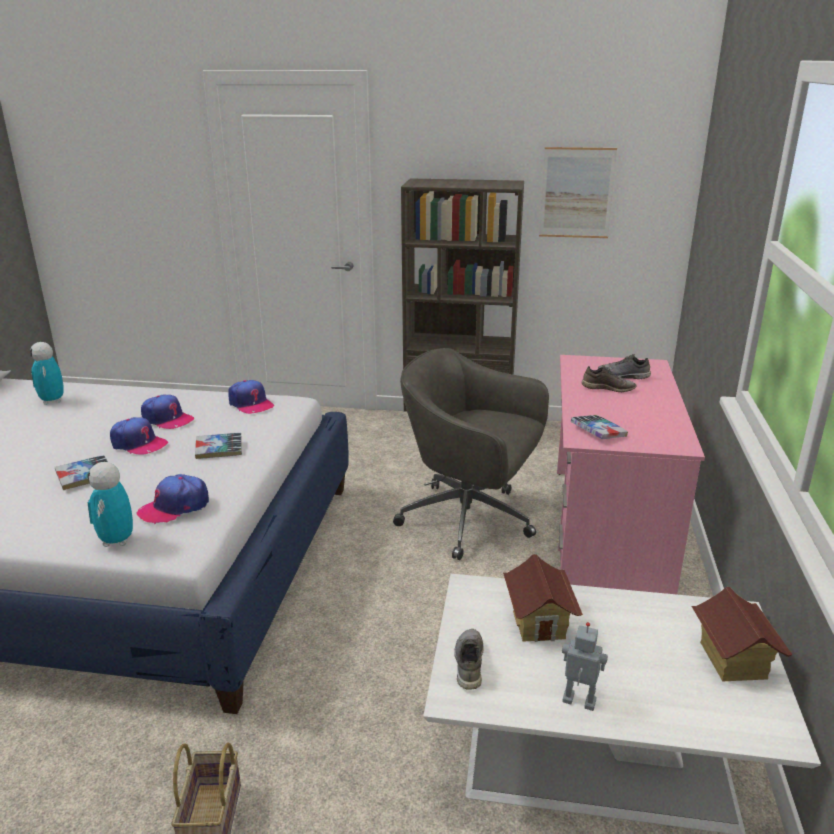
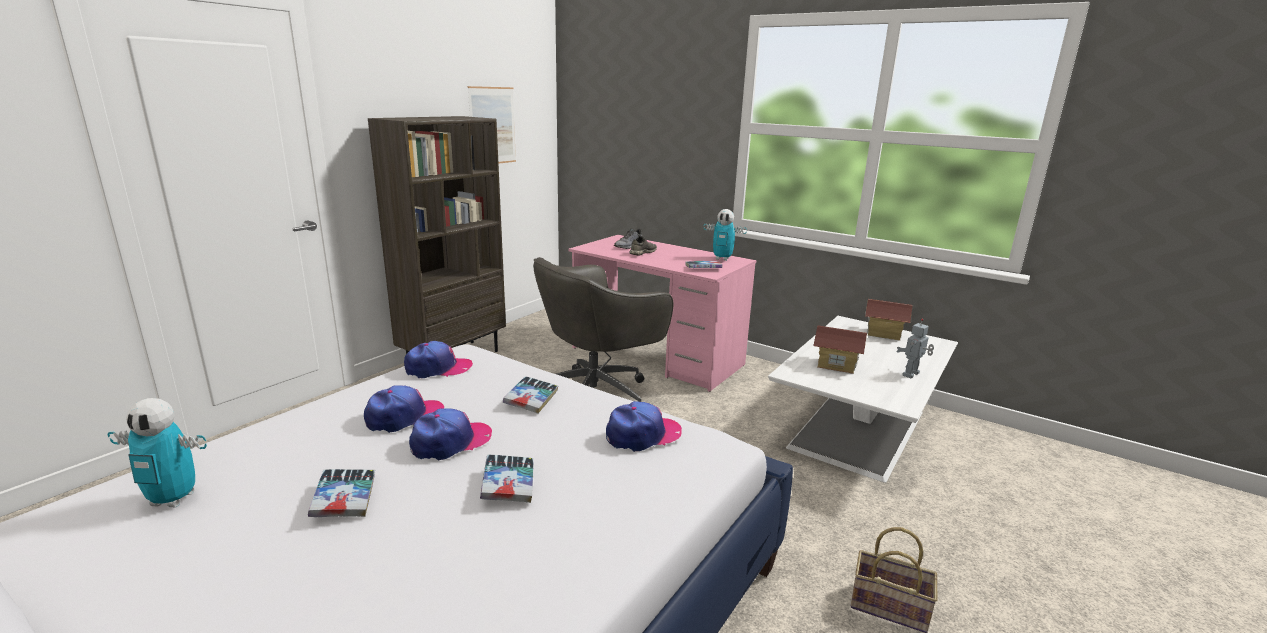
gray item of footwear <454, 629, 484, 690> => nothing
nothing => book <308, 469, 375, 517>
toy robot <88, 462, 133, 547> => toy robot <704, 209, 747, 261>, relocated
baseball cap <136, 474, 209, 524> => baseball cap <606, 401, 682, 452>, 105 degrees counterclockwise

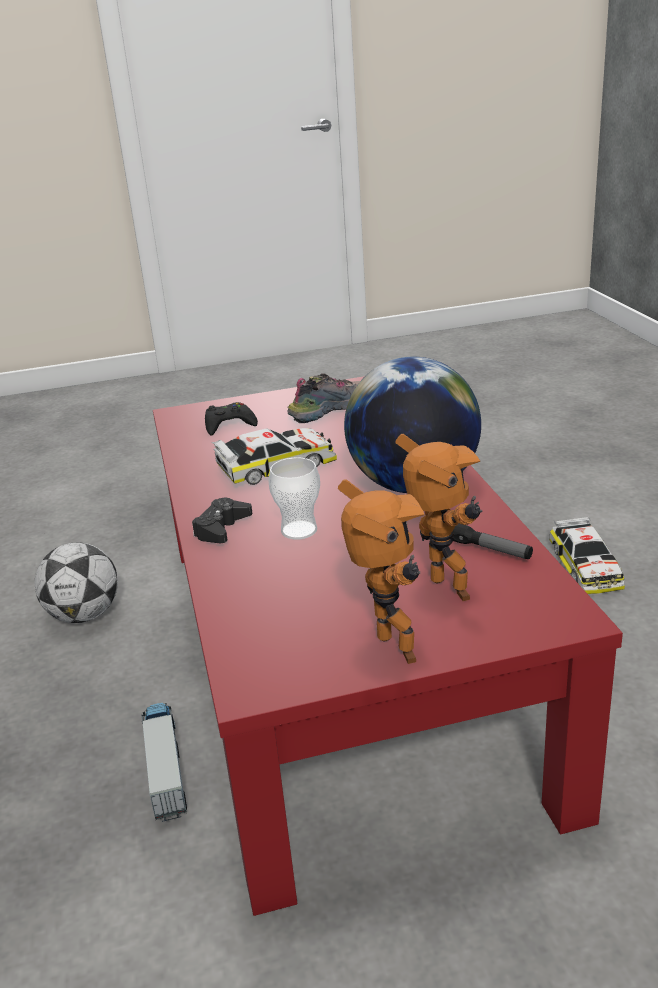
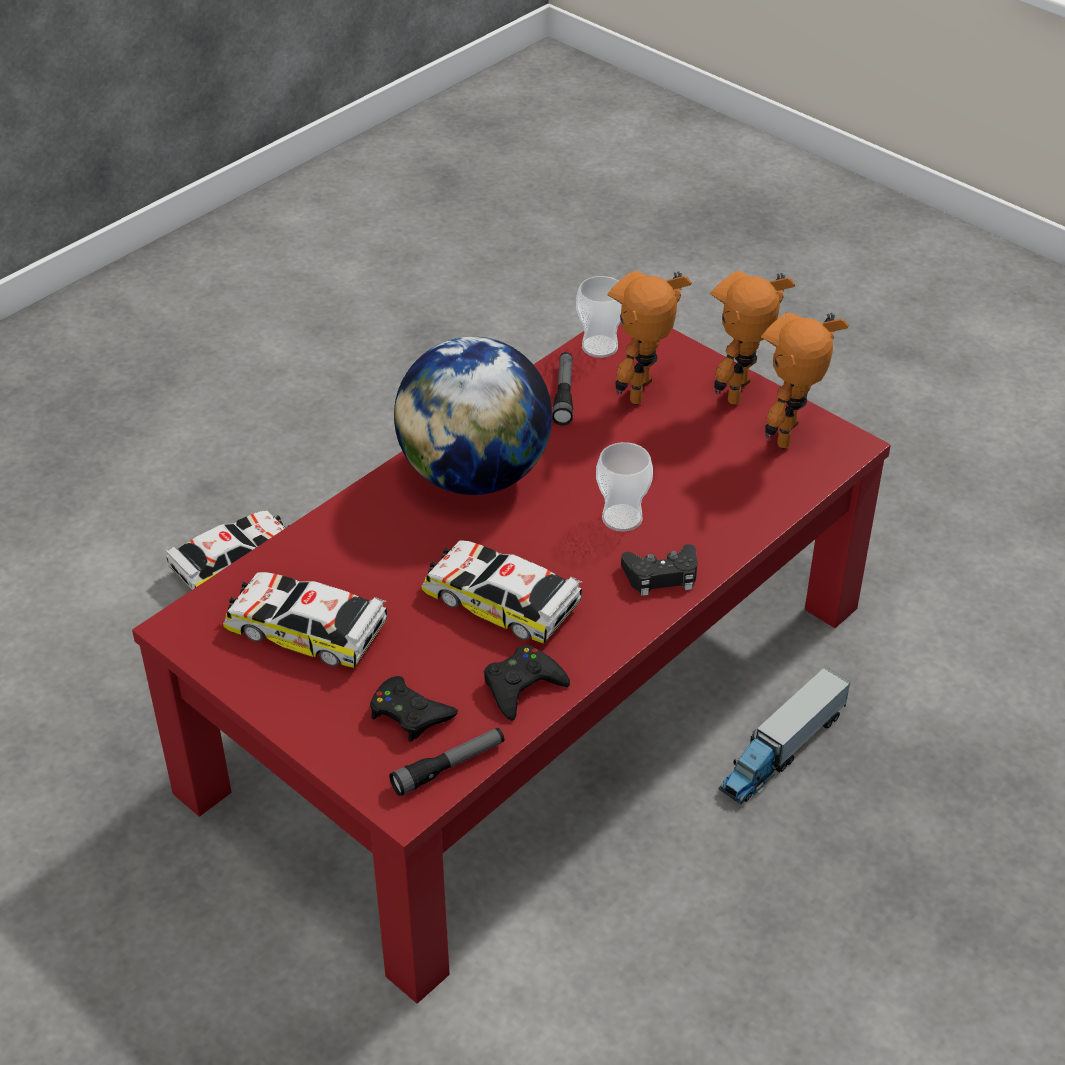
ball for football <34, 542, 118, 623> => nothing
nothing => torch <389, 728, 504, 796>
nothing => black game controller <484, 645, 570, 721>
nothing => small cup <576, 276, 622, 358>
nothing => toy robot <761, 312, 849, 449>
item of footwear <287, 373, 360, 423> => toy car <223, 572, 387, 668>

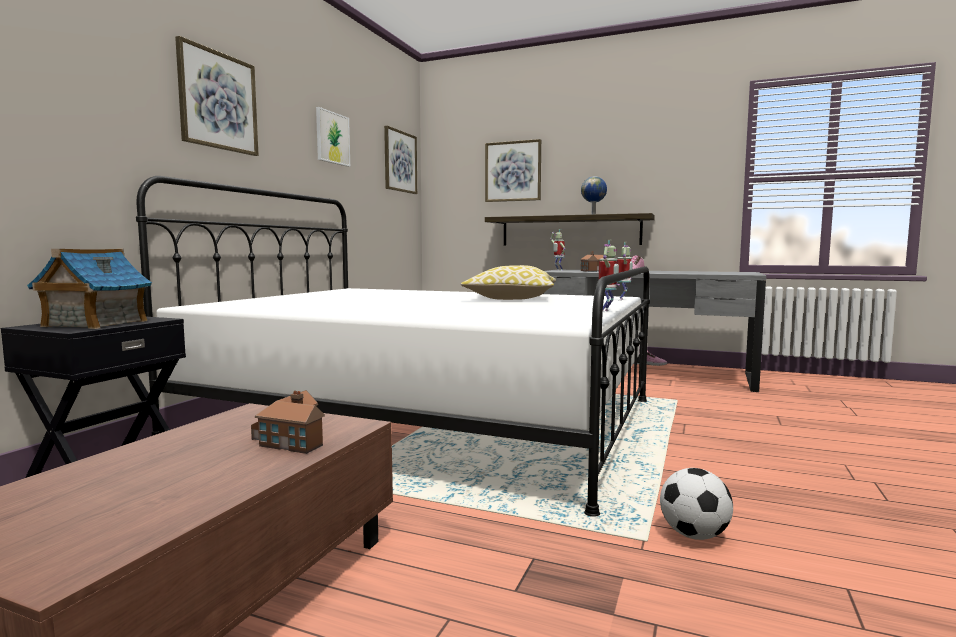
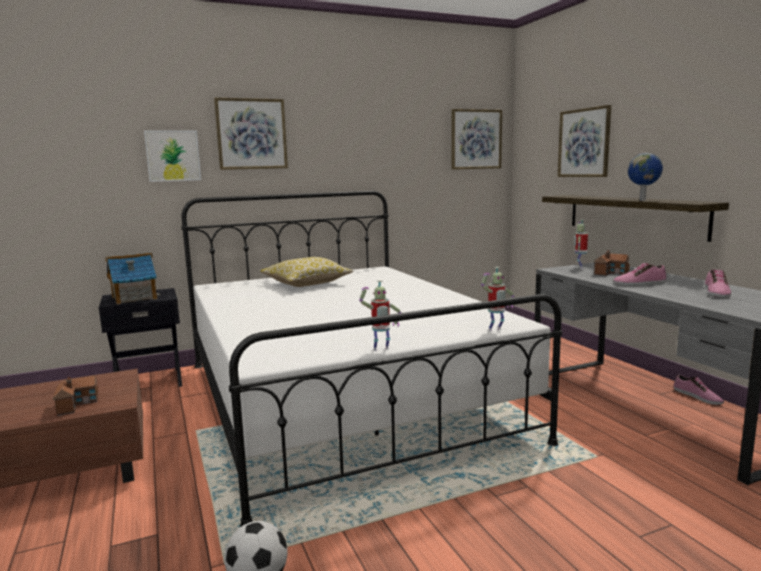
nothing => item of footwear <705, 269, 731, 298>
wall picture <316, 107, 350, 167> => wall picture <144, 130, 201, 182>, relocated
pillow <461, 265, 556, 300> => pillow <260, 257, 353, 287>, relocated

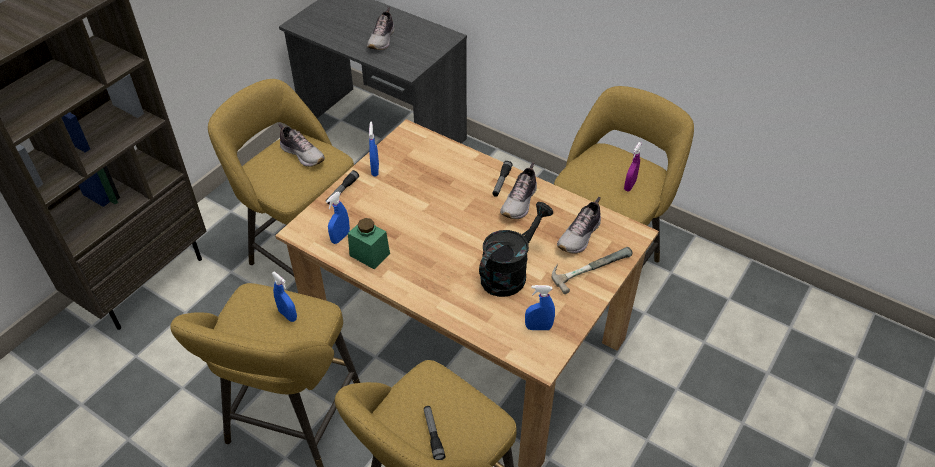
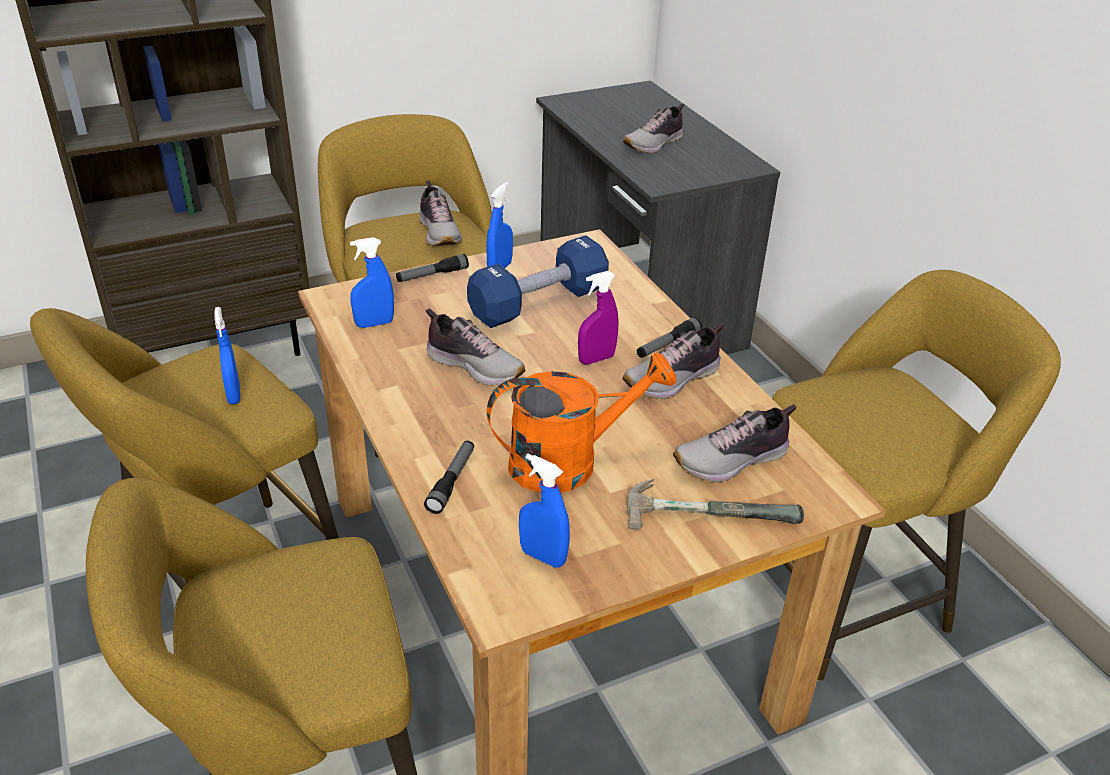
green-coloured preserve jar <348, 218, 390, 269> => nothing
nothing => item of footwear <426, 308, 526, 386>
nothing => blue free weight <467, 235, 609, 328>
torch <424, 406, 446, 460> => torch <424, 441, 474, 514>, relocated
purple-coloured spray bottle <624, 142, 642, 192> => purple-coloured spray bottle <578, 271, 618, 365>, relocated
black watering pot <479, 202, 553, 297> => orangey watering pot <487, 352, 676, 493>

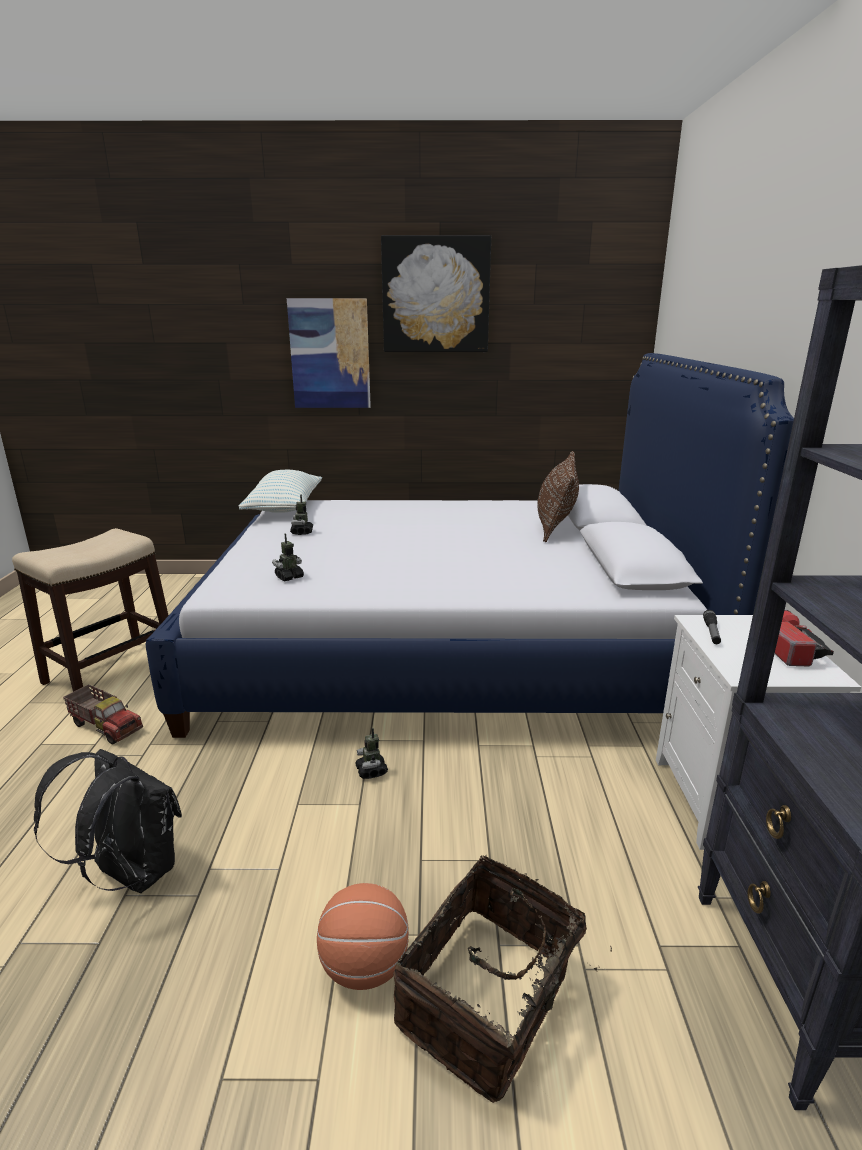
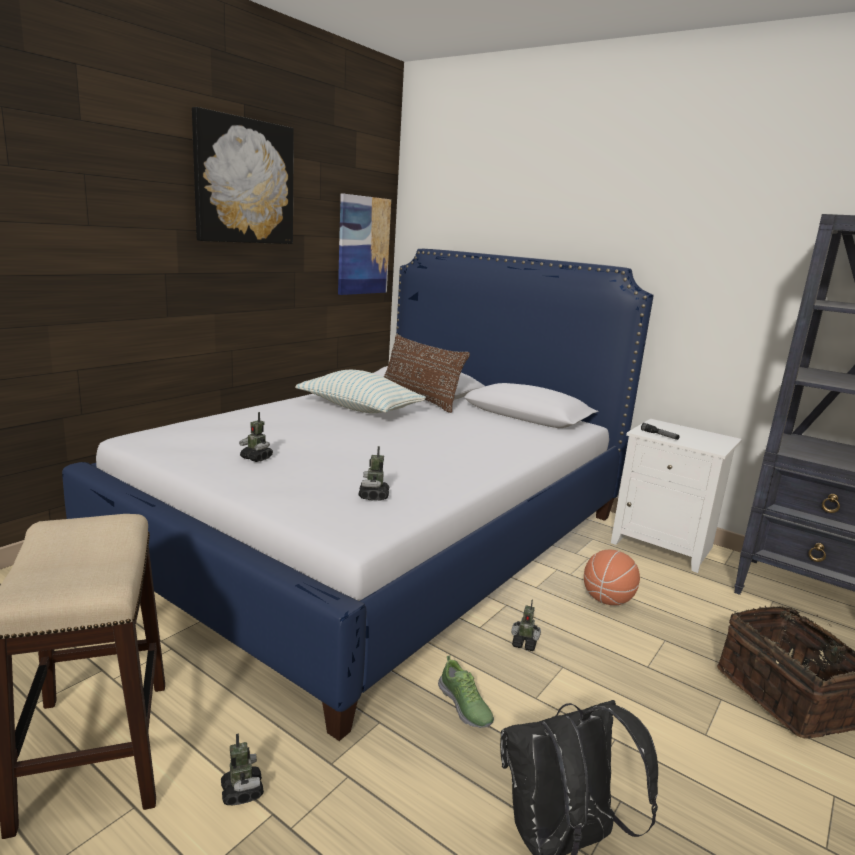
torch <775, 609, 834, 667> => nothing
nothing => item of footwear <438, 656, 494, 728>
pillow <239, 470, 322, 513> => pillow <295, 370, 426, 414>, relocated
wall picture <287, 298, 371, 408> => wall picture <338, 193, 391, 295>, relocated
basketball <317, 883, 409, 990> => basketball <584, 550, 640, 605>, relocated
toy truck <63, 684, 143, 744> => toy robot <221, 734, 264, 805>

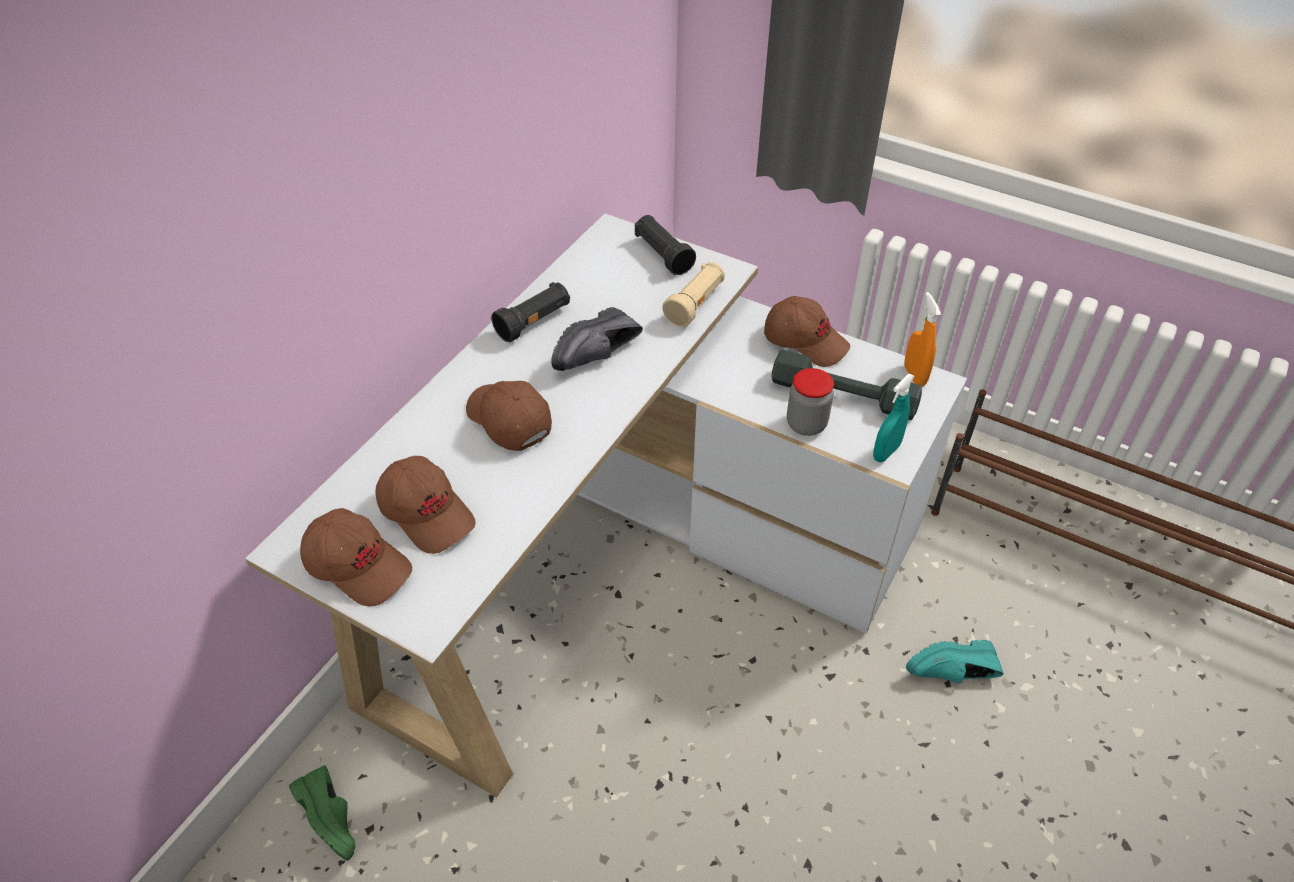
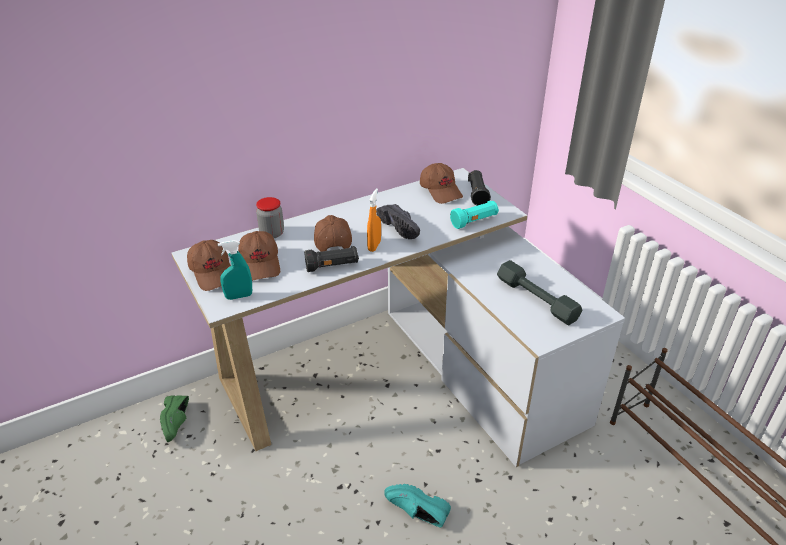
black torch <491, 282, 570, 342> => black torch <304, 246, 359, 272>, relocated
brown baseball cap <764, 296, 850, 367> => brown baseball cap <420, 163, 463, 204>, relocated
preserve jar <787, 368, 834, 436> => preserve jar <256, 197, 284, 238>, relocated
turquoise spray bottle <873, 374, 914, 462> => turquoise spray bottle <218, 240, 252, 300>, relocated
orangey spray bottle <904, 292, 941, 387> => orangey spray bottle <367, 189, 381, 252>, relocated
turquoise item of footwear <906, 640, 1003, 684> => turquoise item of footwear <384, 484, 451, 527>, relocated
beige torch <662, 262, 725, 327> => turquoise torch <450, 201, 499, 229>
black item of footwear <551, 307, 643, 371> => black item of footwear <376, 204, 420, 239>, 105 degrees counterclockwise

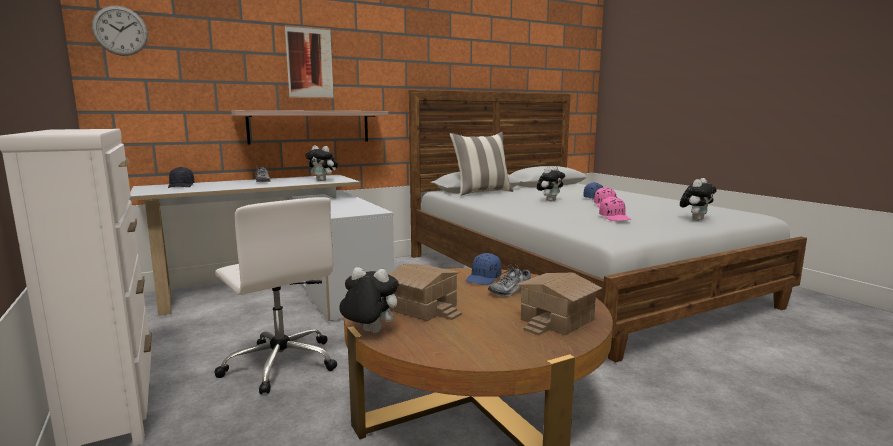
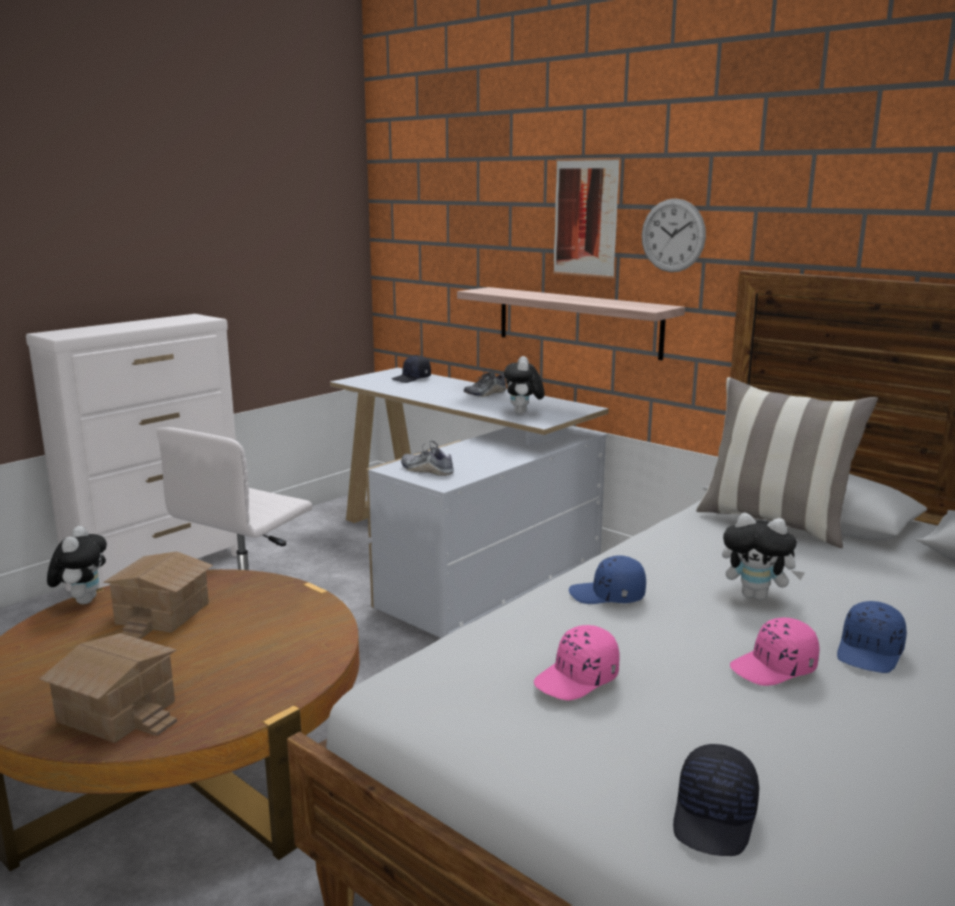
clock on the wall <92, 6, 148, 56> => clock on the wall <642, 198, 706, 272>, relocated
blue baseball cap <466, 253, 502, 285> => blue baseball cap <569, 555, 646, 604>, relocated
item of footwear <488, 264, 531, 297> => item of footwear <401, 441, 454, 476>, relocated
soft toy <680, 178, 717, 221> => black baseball cap <673, 744, 759, 856>

